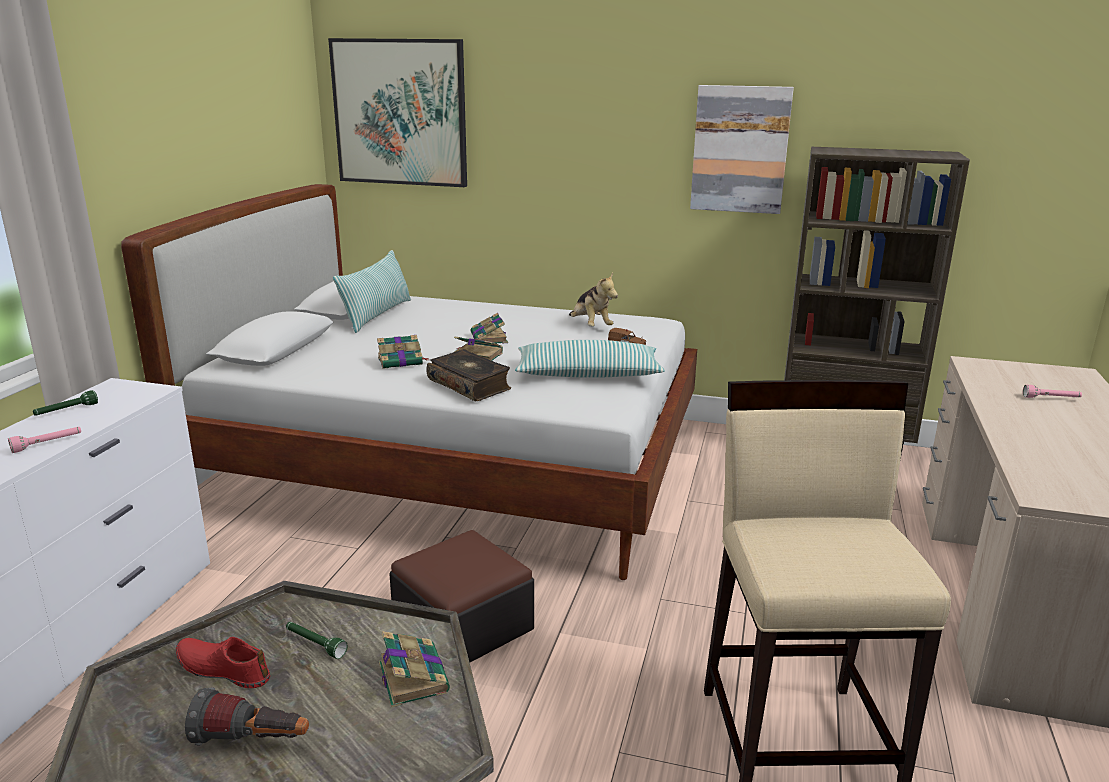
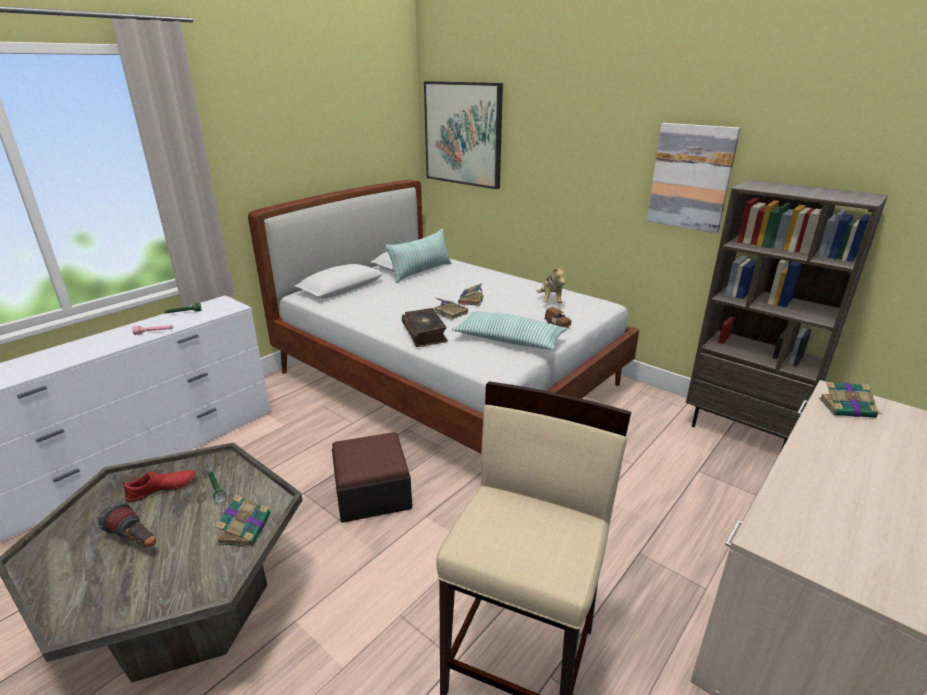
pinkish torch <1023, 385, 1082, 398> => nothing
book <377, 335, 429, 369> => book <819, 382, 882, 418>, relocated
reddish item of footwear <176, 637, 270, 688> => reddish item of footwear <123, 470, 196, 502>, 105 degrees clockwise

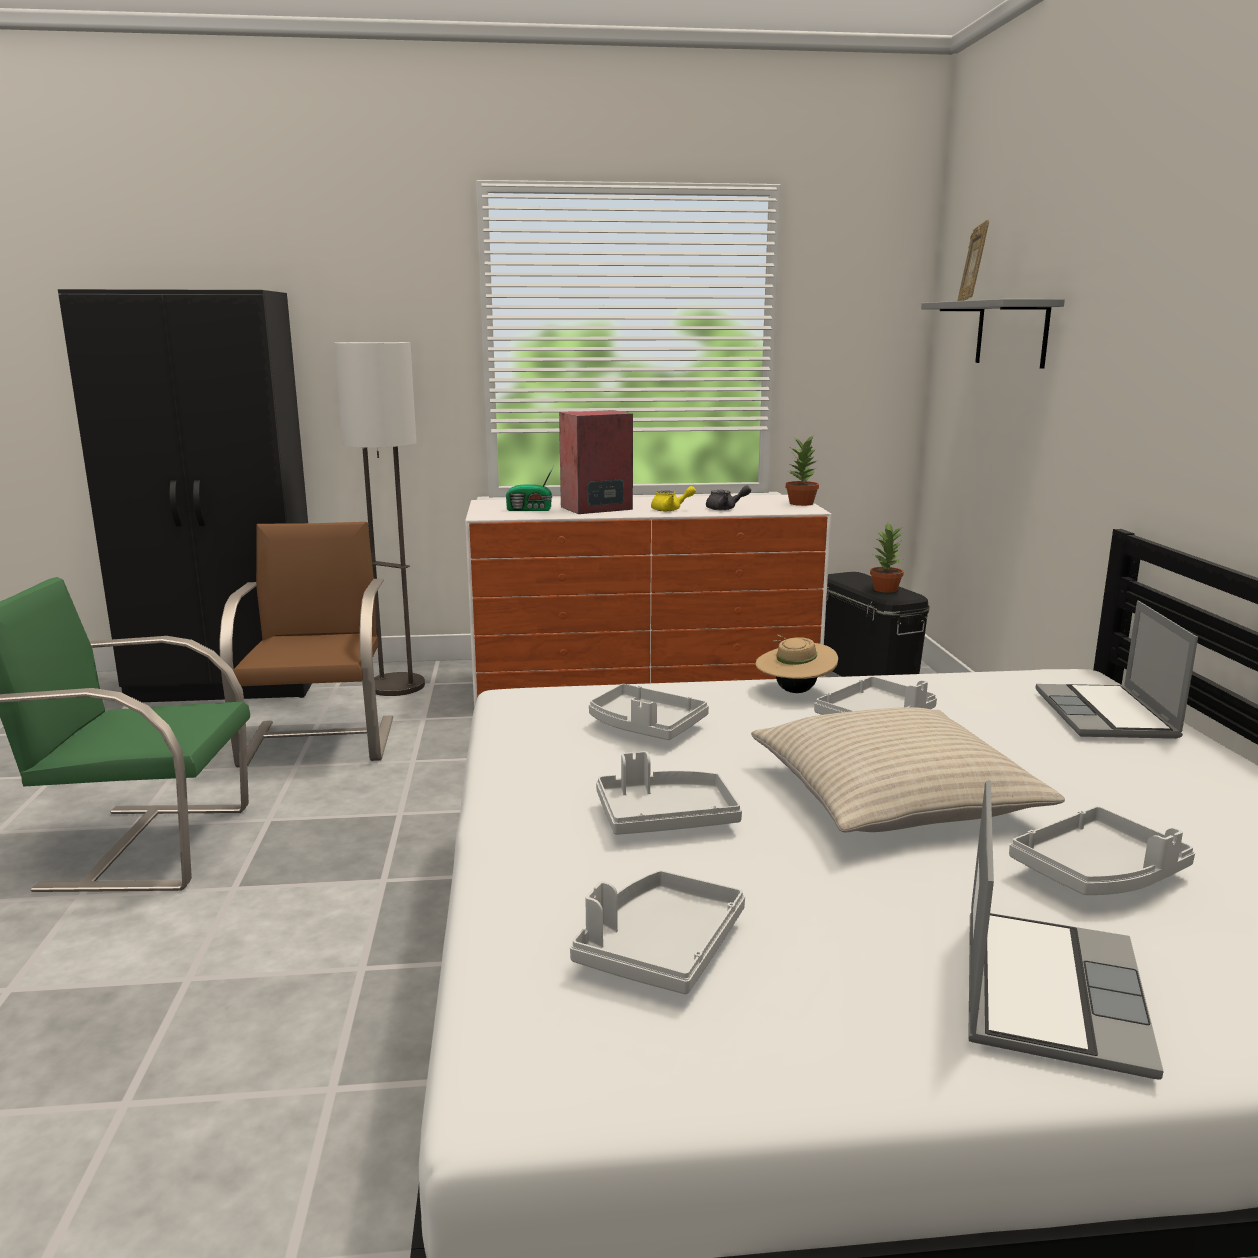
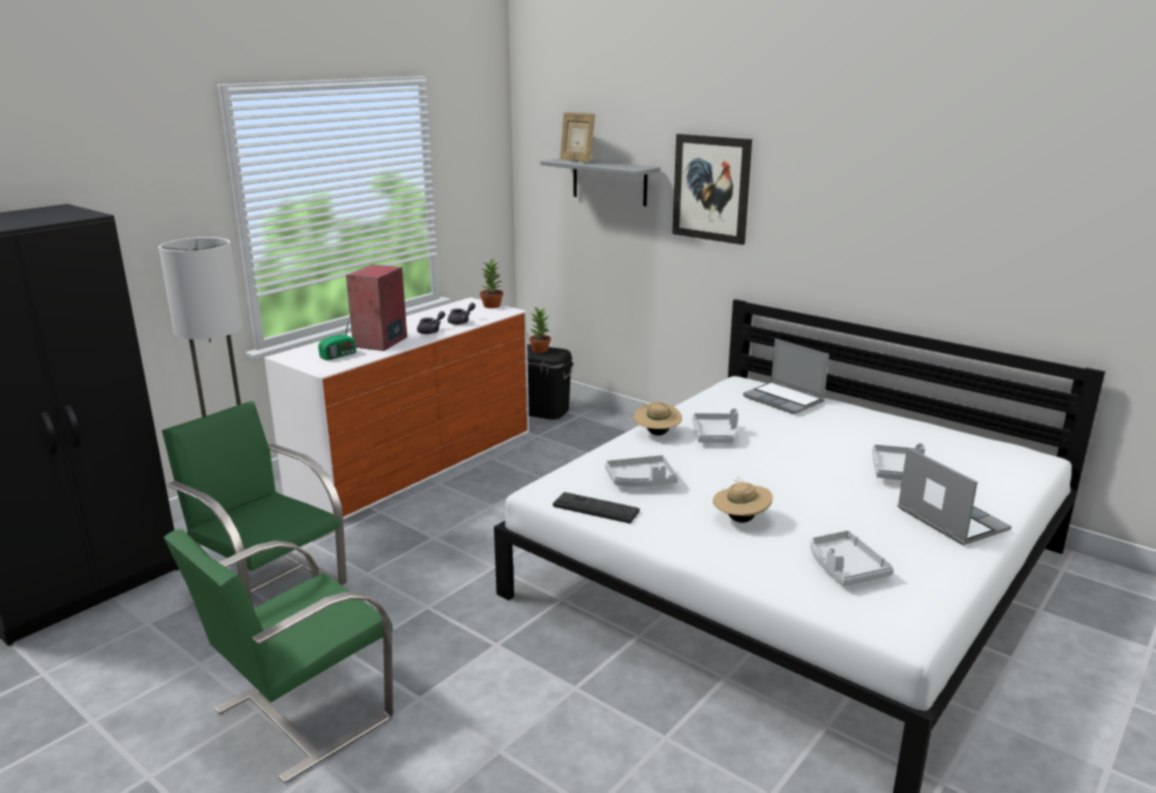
beige pillow <751, 707, 1065, 832> => nothing
nothing => PC keyboard <553, 492, 640, 523>
nothing => wall picture <672, 134, 752, 245>
gray carrying tray <596, 751, 742, 835> => beige hat <713, 478, 773, 523>
brown plain chair <219, 522, 393, 768> => green-coloured plain chair <162, 401, 347, 603>
yellow pot for tea <651, 486, 696, 511> => gray pot for tea <417, 311, 445, 334>

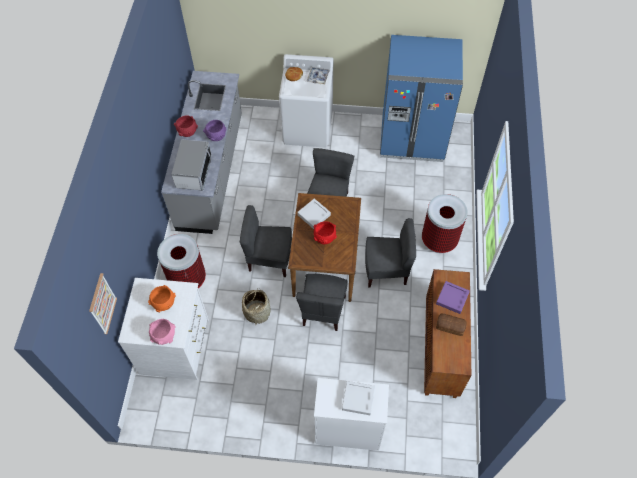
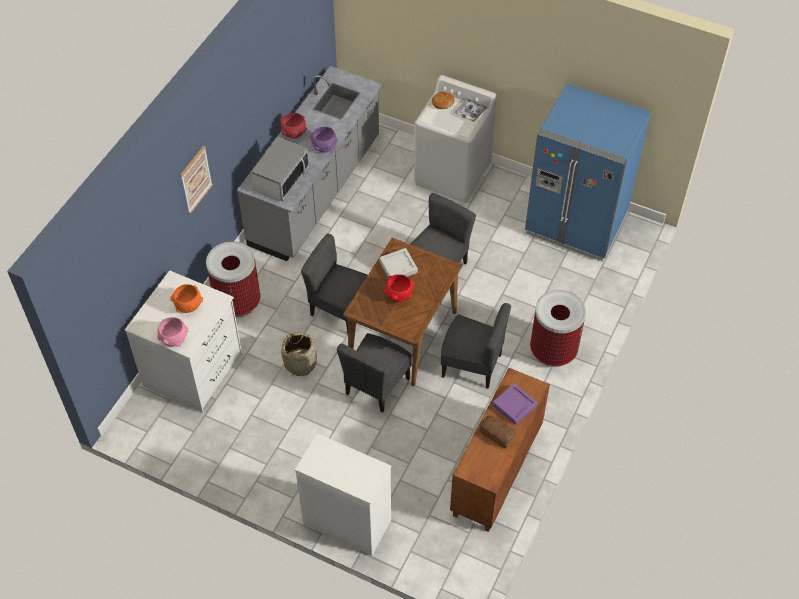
gray carrying tray <342, 381, 375, 415> => nothing
wall picture <89, 273, 117, 334> => wall picture <180, 146, 213, 214>, relocated

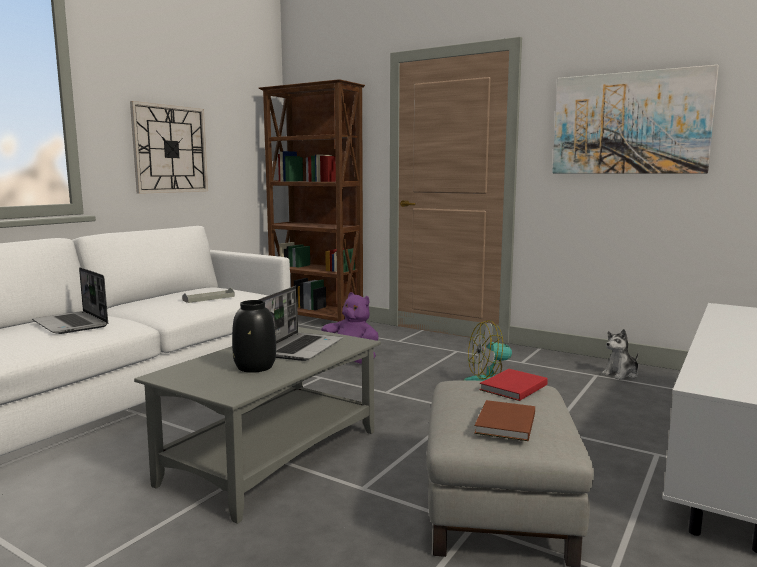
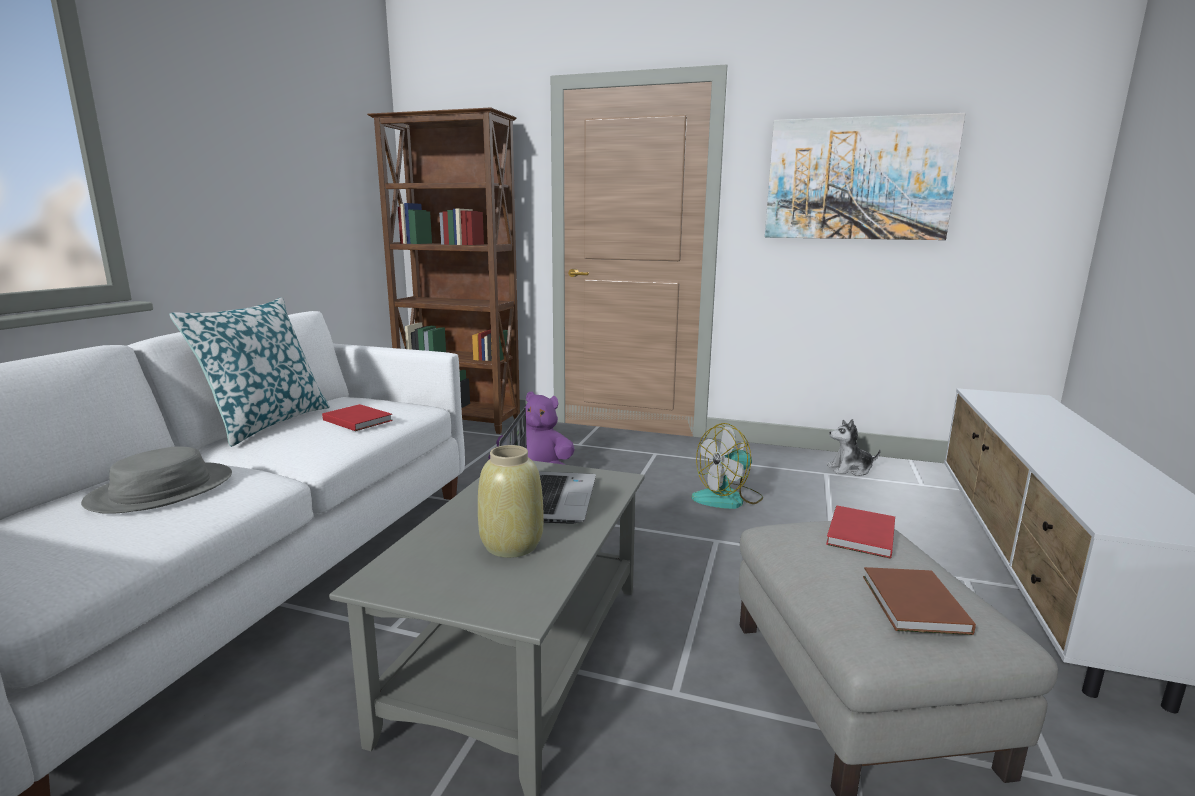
clock on the wall <130, 101, 208, 194> => nothing
nothing => pillow <169, 297, 330, 447>
notebook computer <32, 267, 108, 334> => gray hat <81, 446, 232, 514>
gray carrying tray <182, 288, 235, 303> => reddish book <322, 404, 393, 431>
black flower vase <232, 300, 276, 373> => beige flower vase <478, 445, 543, 558>
soft toy <602, 329, 638, 380> => soft toy <827, 419, 881, 476>, 45 degrees clockwise

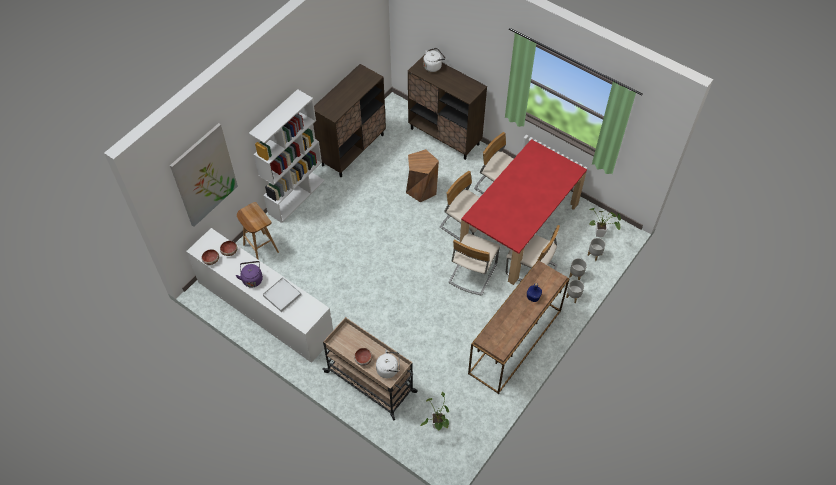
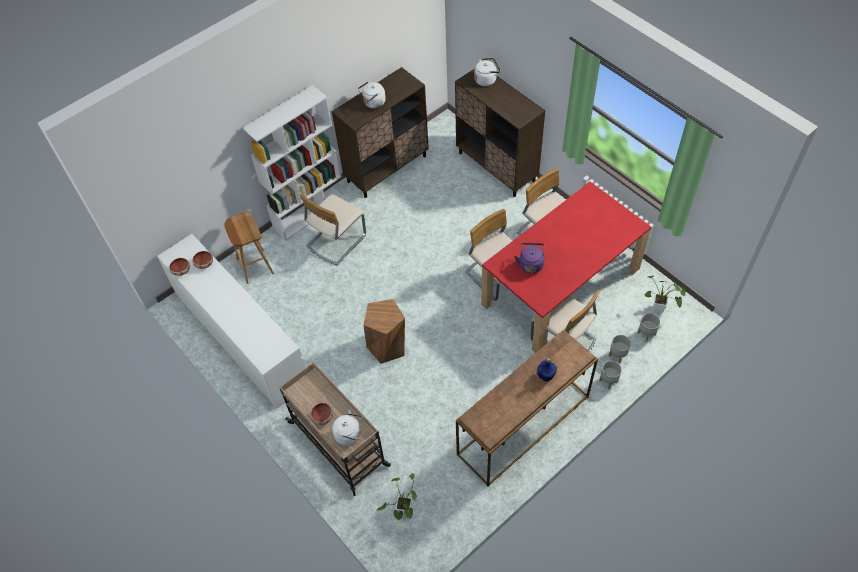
wall picture <170, 123, 238, 227> => nothing
white carrying tray <263, 277, 301, 312> => nothing
nothing => white kettle <358, 82, 386, 108>
purple-coloured kettle <236, 261, 263, 288> => purple-coloured kettle <514, 243, 545, 274>, relocated
brown stool <406, 149, 439, 203> => brown stool <363, 299, 405, 364>, relocated
beige plain chair <448, 233, 500, 295> => beige plain chair <300, 194, 366, 265>, relocated

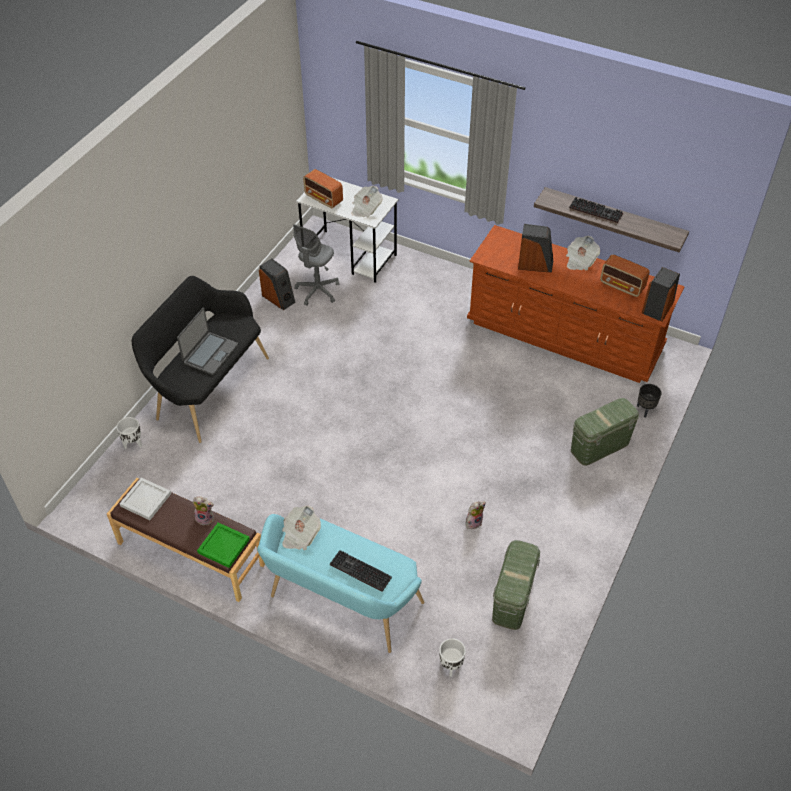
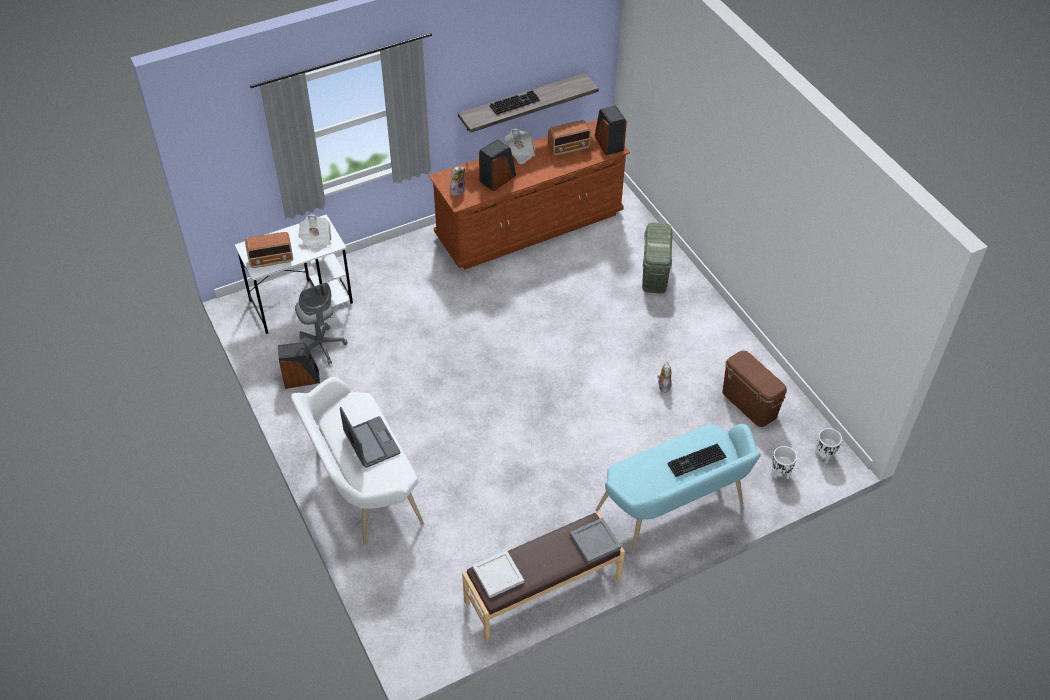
newspaper <282, 506, 321, 550> => nothing
black plant pot <637, 384, 662, 417> => nothing
white plant pot <116, 417, 142, 449> => white plant pot <815, 428, 842, 464>, relocated
soft toy <193, 496, 214, 525> => soft toy <450, 166, 465, 196>, relocated
black indoor bench <132, 276, 269, 443> => white indoor bench <291, 377, 424, 544>
green-coloured carrying tray <197, 522, 250, 568> => gray carrying tray <570, 518, 621, 564>
green-coloured storage box <492, 540, 540, 630> => brown storage box <722, 350, 787, 427>

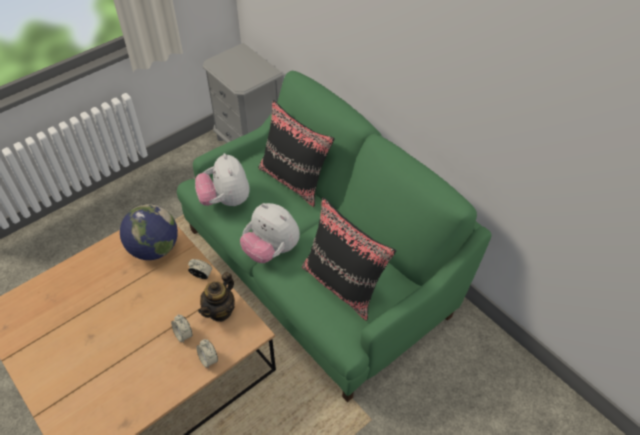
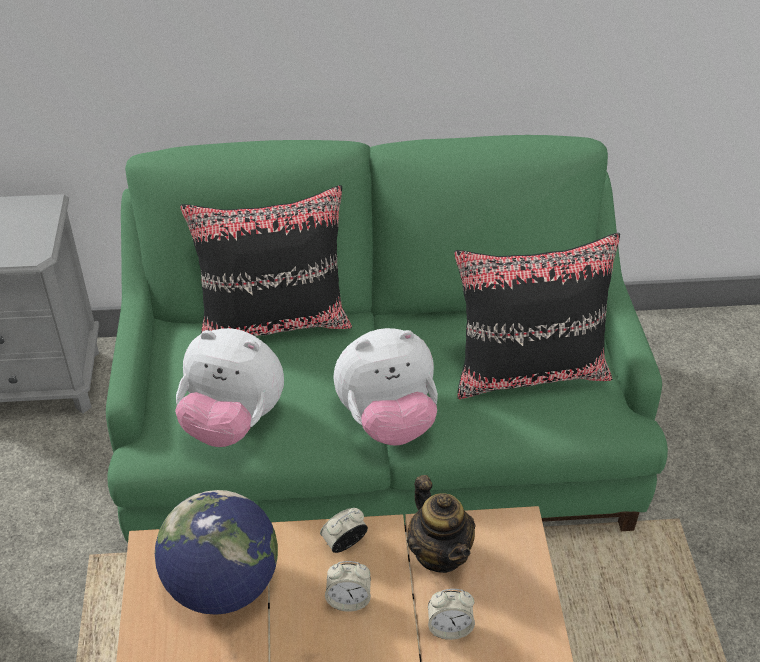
table clock <197, 339, 218, 368> => table clock <325, 561, 371, 612>, relocated

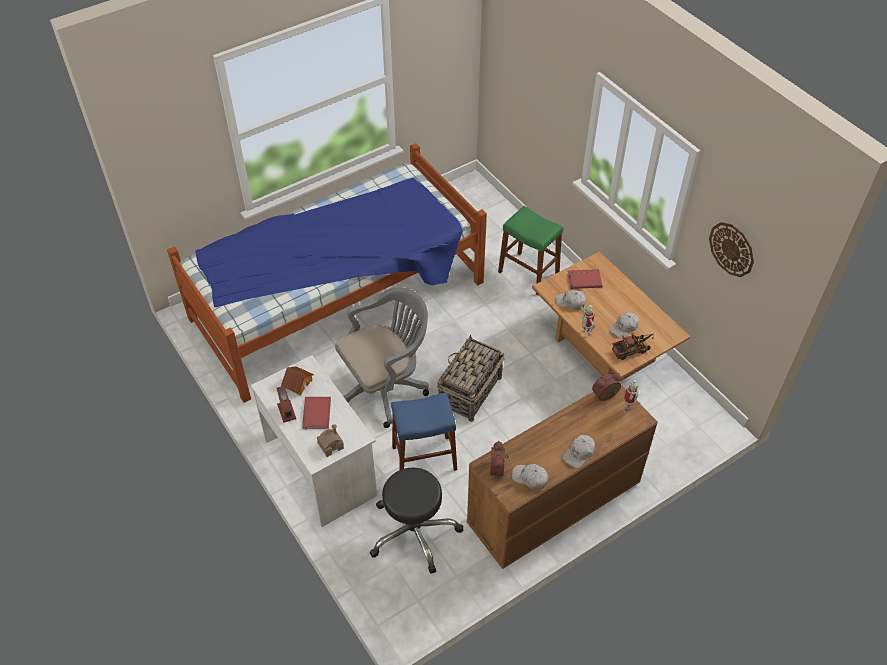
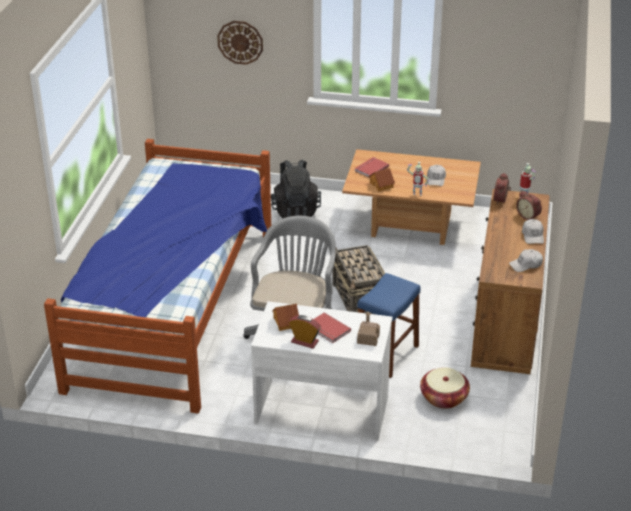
toy truck <612, 333, 654, 360> => nothing
table clock <490, 441, 508, 478> => table clock <516, 190, 542, 220>, relocated
clock on the wall <709, 222, 754, 277> => clock on the wall <217, 21, 263, 65>, relocated
black stool <370, 467, 463, 574> => storage basket <420, 367, 470, 409>
green-coloured stool <498, 206, 563, 295> => black knapsack <271, 160, 321, 218>
white baseball cap <555, 289, 586, 309> => toy house <369, 168, 395, 192>

